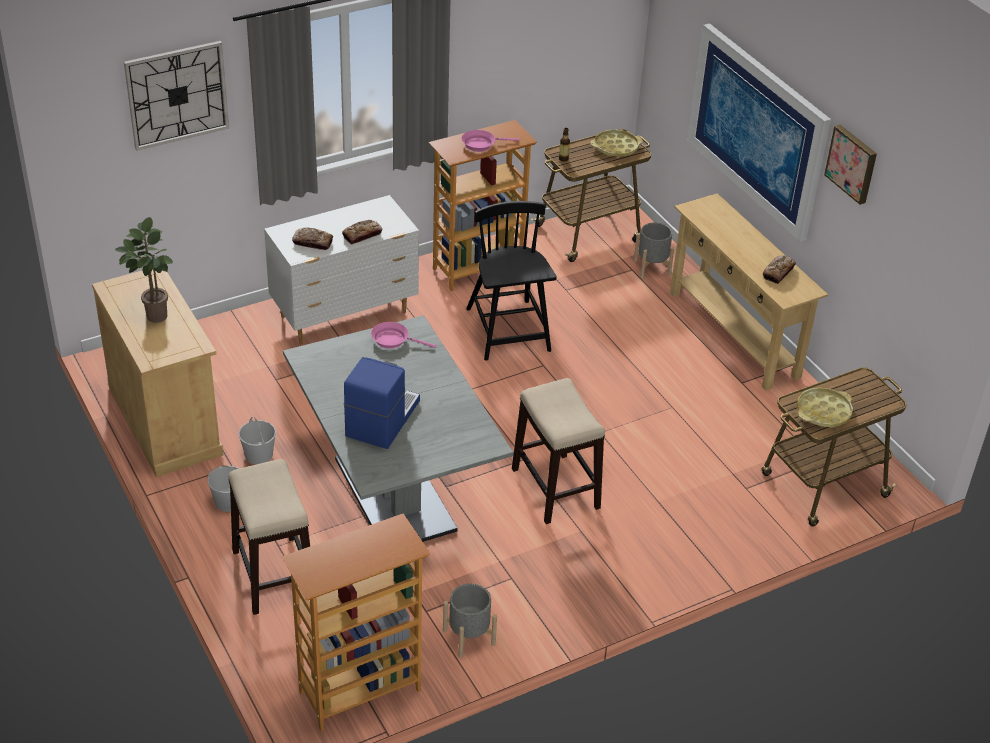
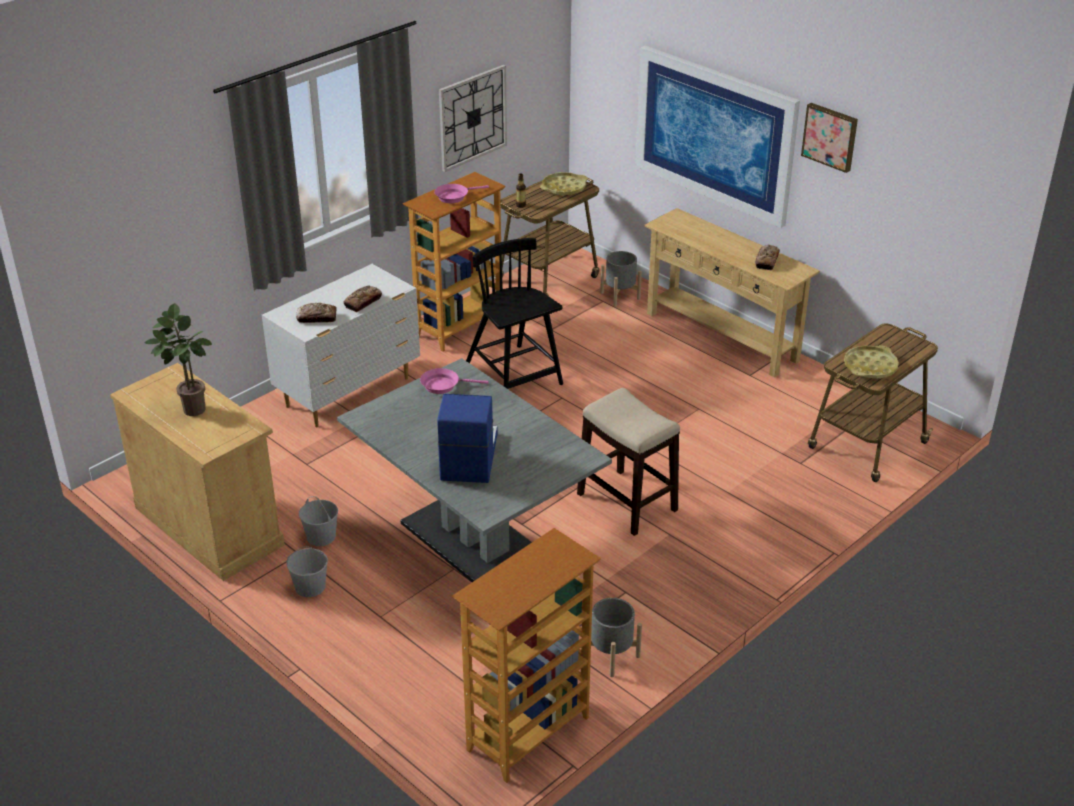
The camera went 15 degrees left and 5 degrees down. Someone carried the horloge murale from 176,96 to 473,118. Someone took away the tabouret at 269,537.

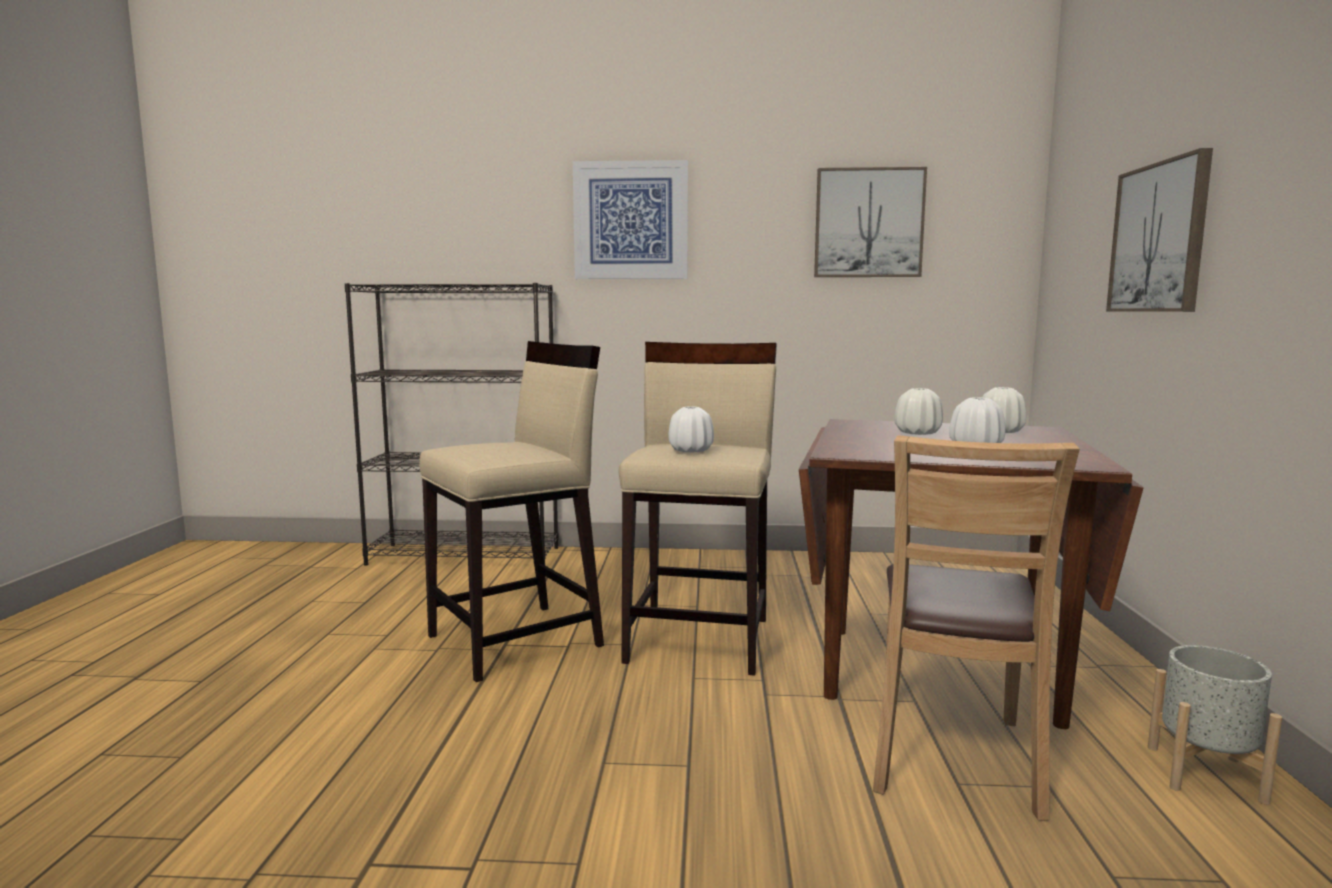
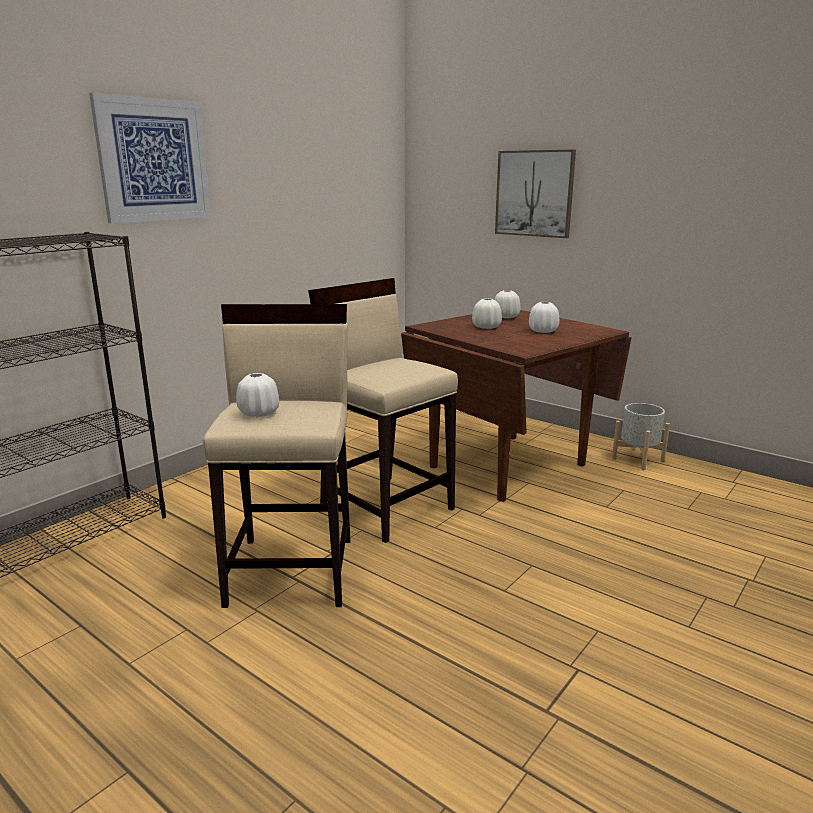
The camera went 55 degrees left and 10 degrees up. Someone took away the tableau at 870,222. Someone carried the vase [blanc] from 691,429 to 257,395. Someone took away the chaise [marron] at 976,628.

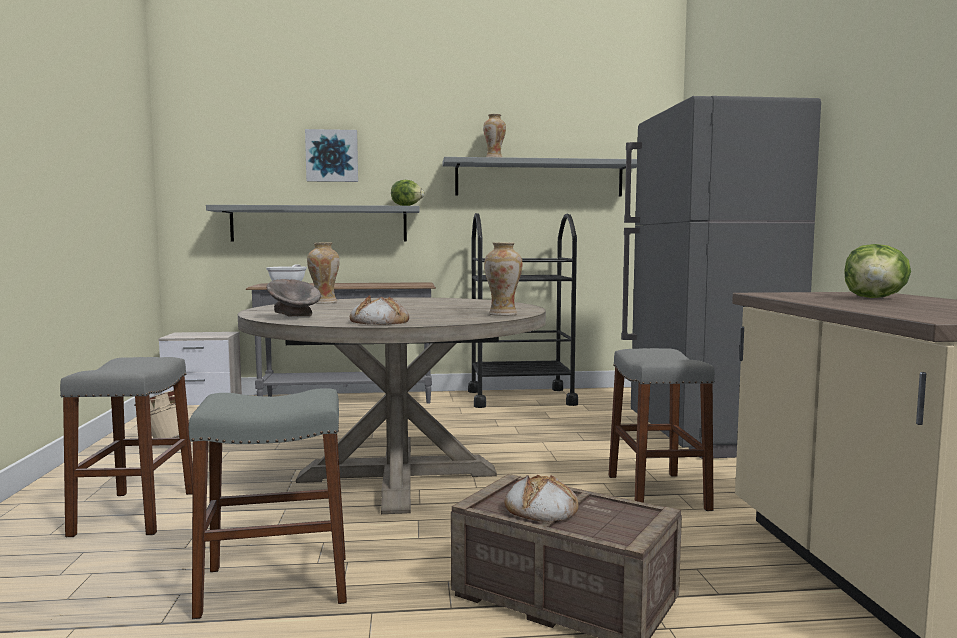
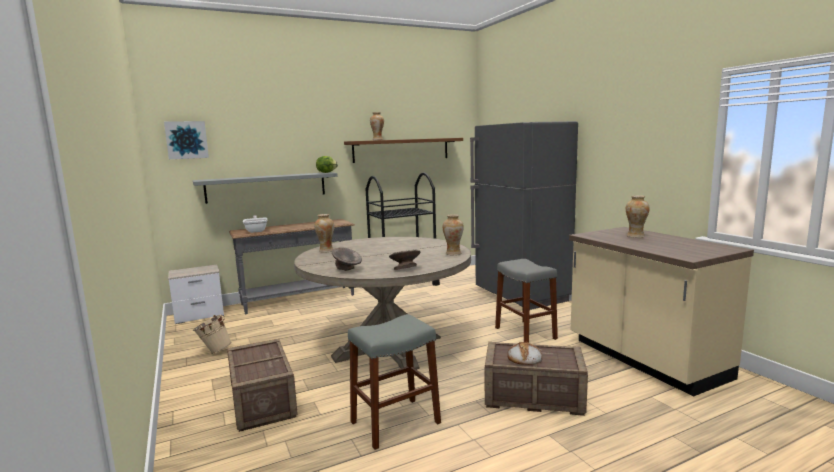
The camera went 20 degrees left and 5 degrees up. Someone carried the tableau from 331,155 to 186,140. Someone repainted the étagère [gris] at 540,177, which became the étagère [marron] at 403,150. Someone swapped the laitue at 877,271 for the vase at 638,216. Someone swapped the pain at 379,310 for the bol [gris] at 404,260. Someone swapped the tabouret [gris] at 126,447 for the caisse at 262,385.

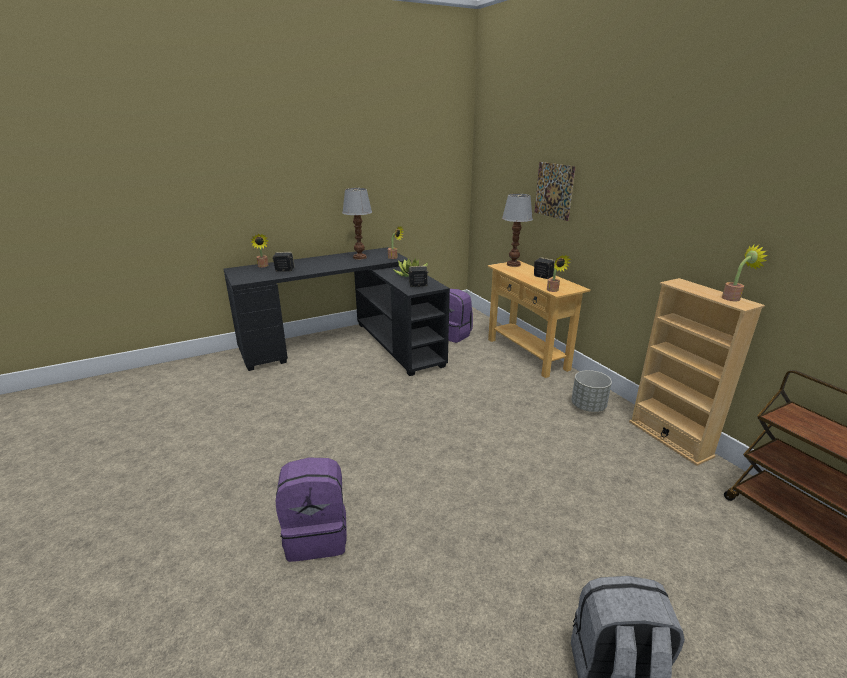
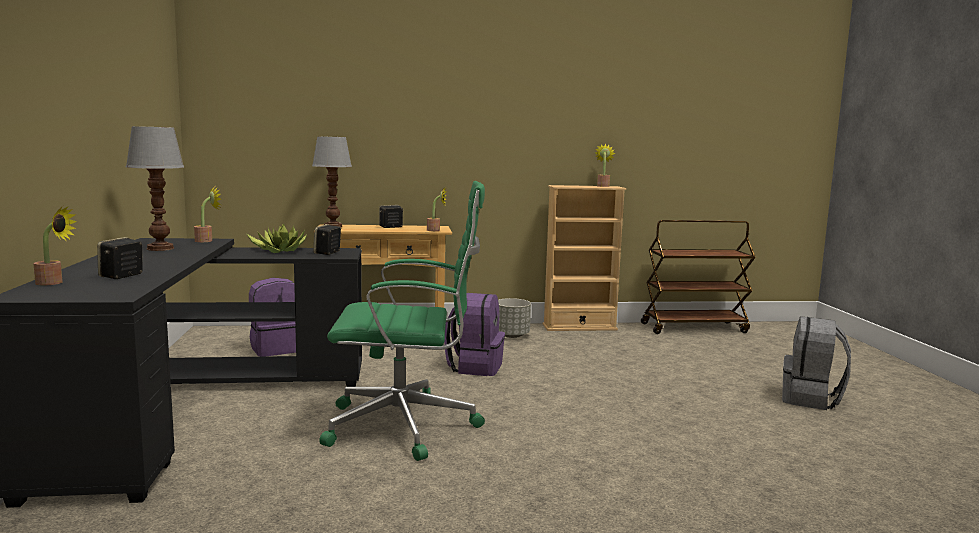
The camera went 70 degrees left and 15 degrees down. Someone took away the tableau at 555,191. Someone carried the sac à dos [violet] from 311,510 to 474,334. Someone put down the chaise de bureau [vert] at 402,321.

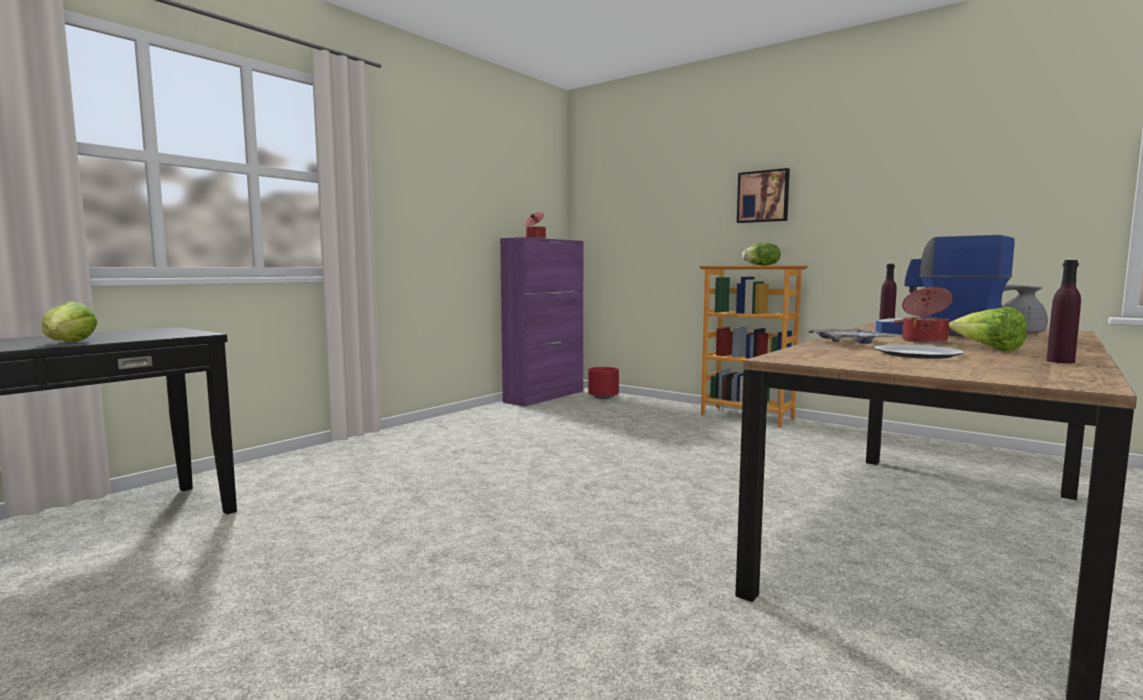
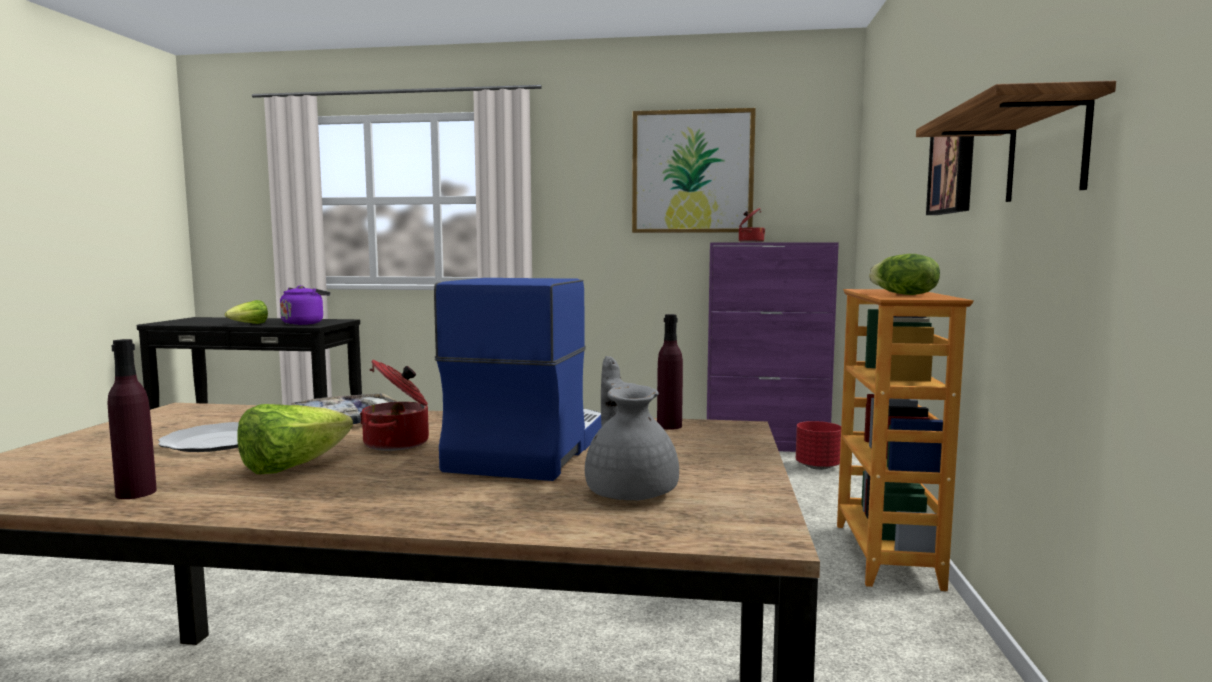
The camera went 60 degrees right and 0 degrees up. Someone put up the étagère at 1016,141. Someone put up the tableau at 694,170. Someone put down the bouilloire [violet] at 305,305.

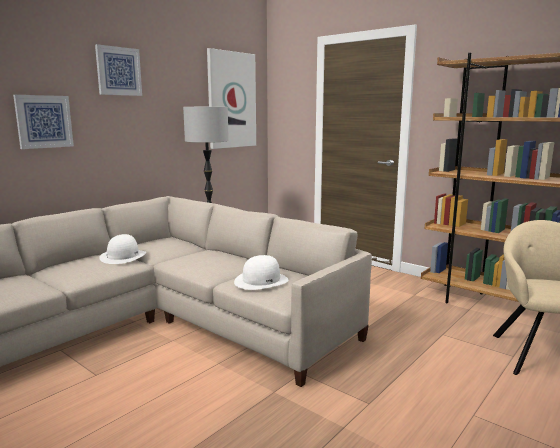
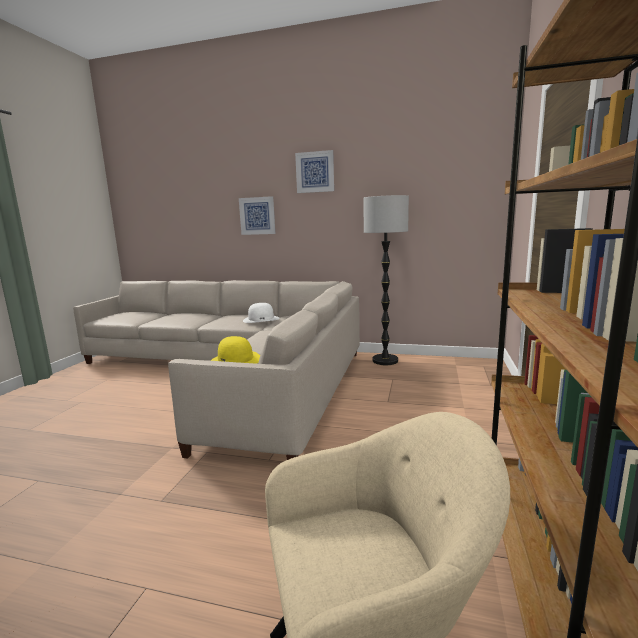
The camera went 65 degrees right and 0 degrees up. Someone took away the tableau at 231,98. Someone repainted the chapeau [blanc] at 261,272, which became the chapeau [jaune] at 235,350.

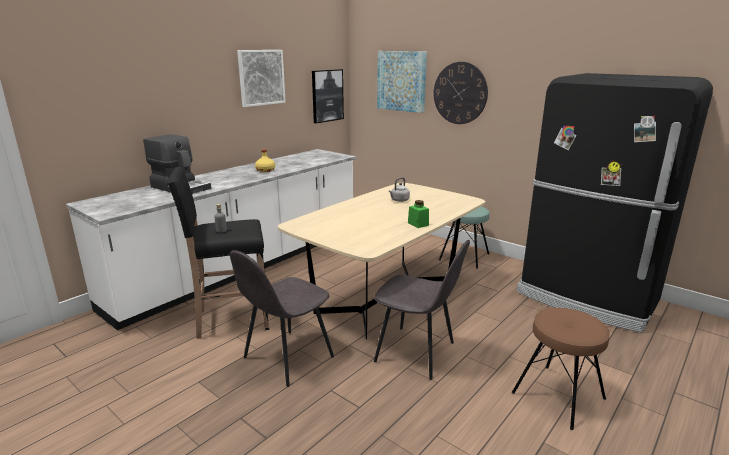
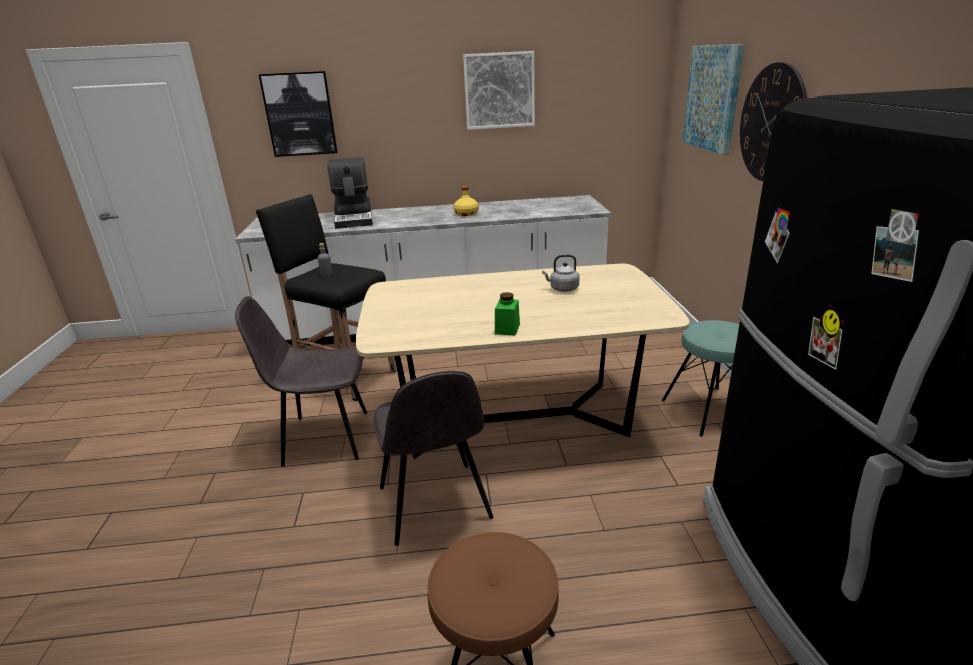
The camera went 45 degrees right and 5 degrees up. Someone carried the tableau from 328,96 to 298,114.

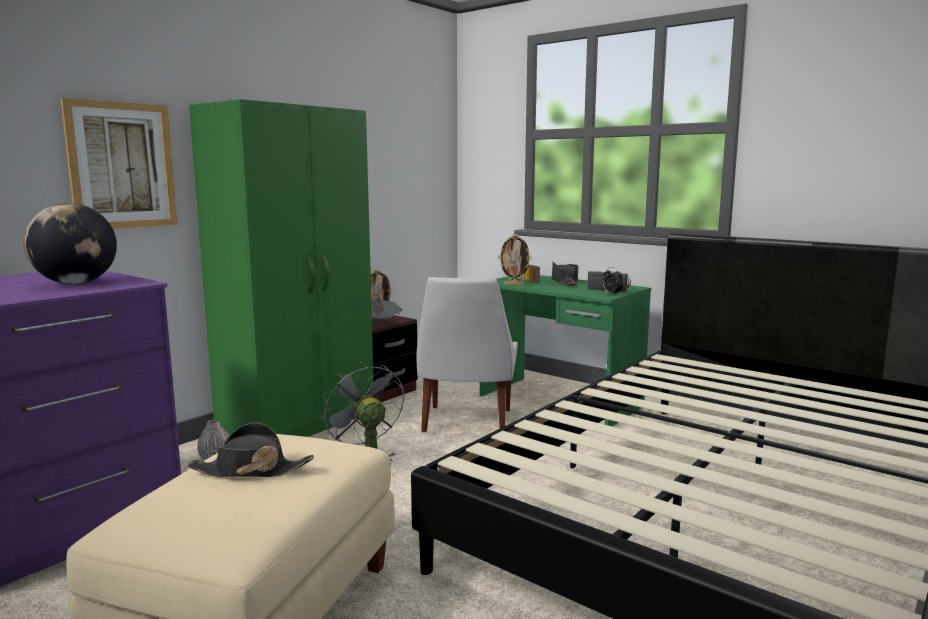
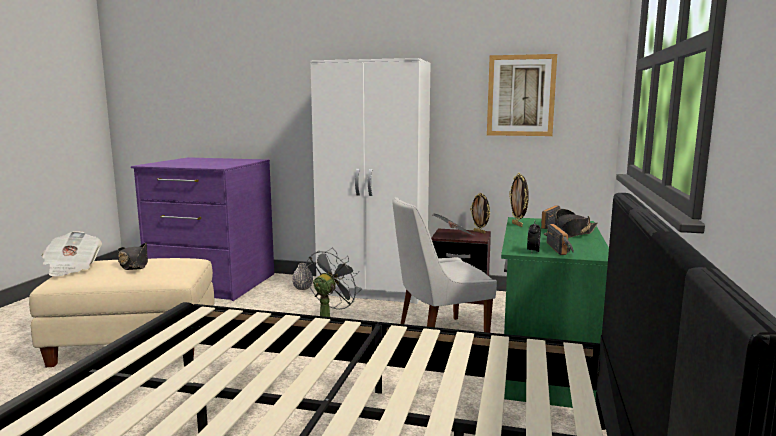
The camera went 65 degrees right and 0 degrees up. Someone carried the tableau from 118,163 to 522,95. Someone repainted the armoire [vert] at 281,268, which became the armoire [blanc] at 370,181. Someone took away the globe at 70,243. Someone put down the journal at 72,254.

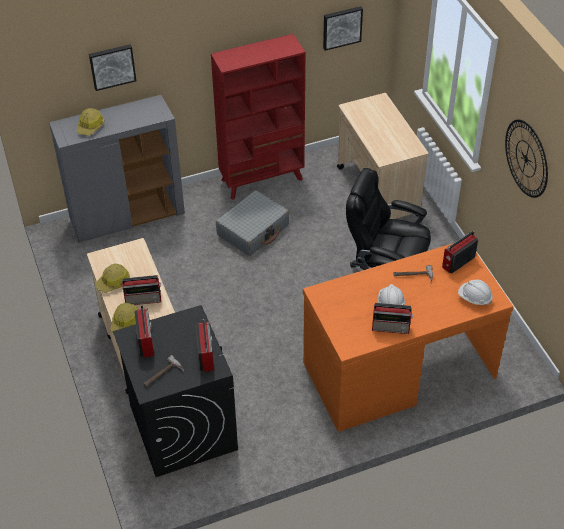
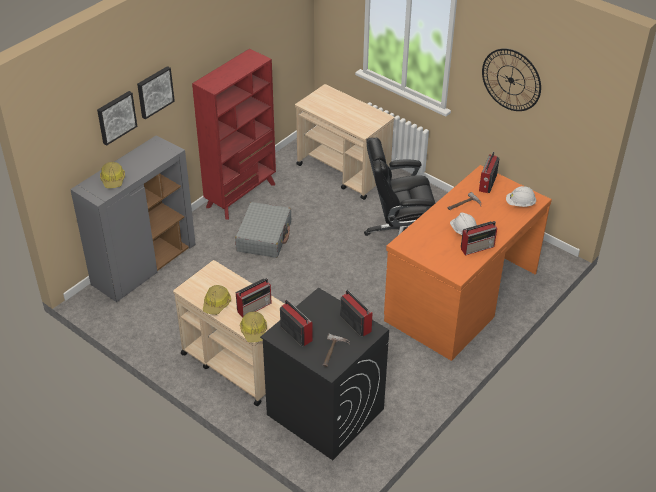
The camera went 30 degrees left and 5 degrees down. Someone carried the tableau from 343,28 to 156,92.

